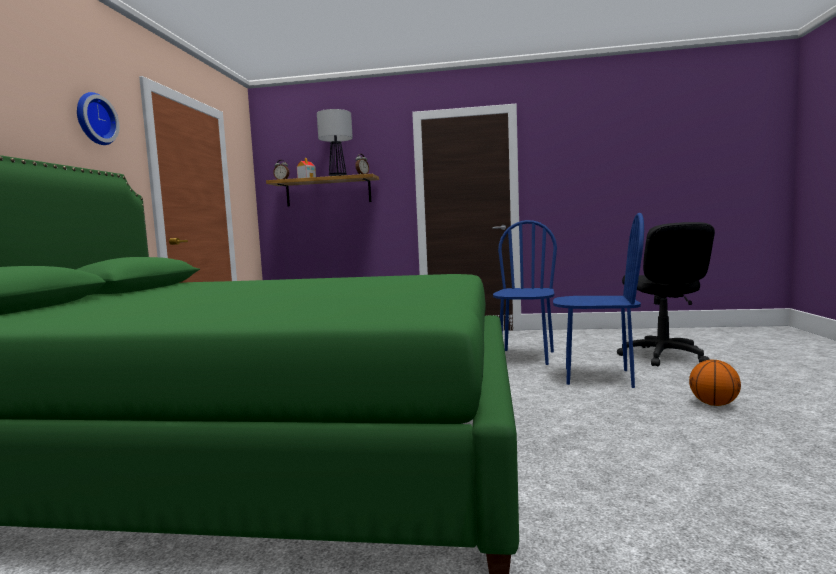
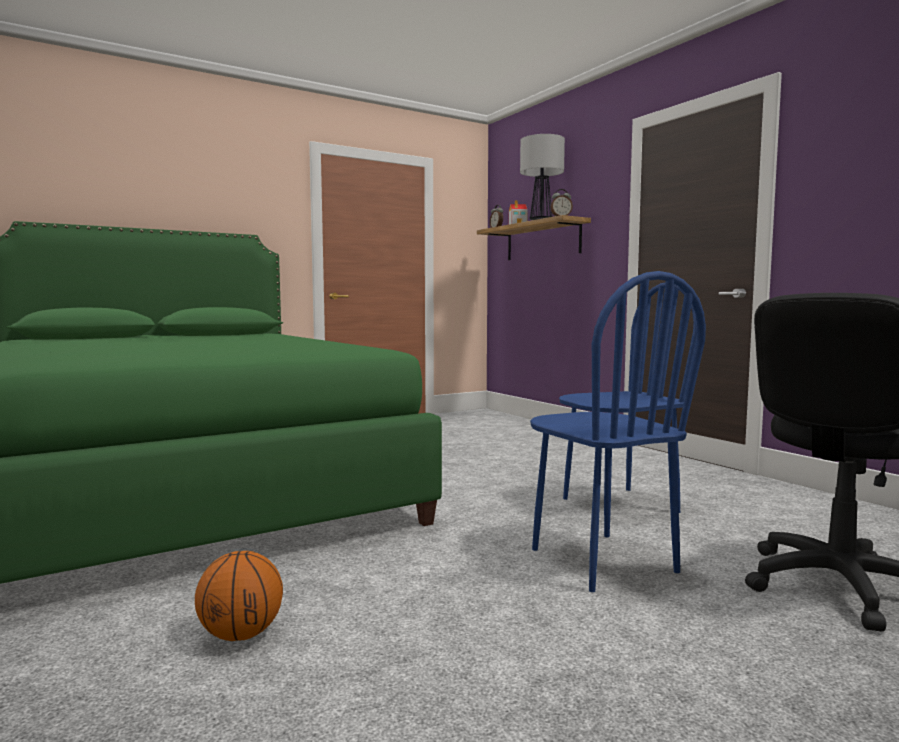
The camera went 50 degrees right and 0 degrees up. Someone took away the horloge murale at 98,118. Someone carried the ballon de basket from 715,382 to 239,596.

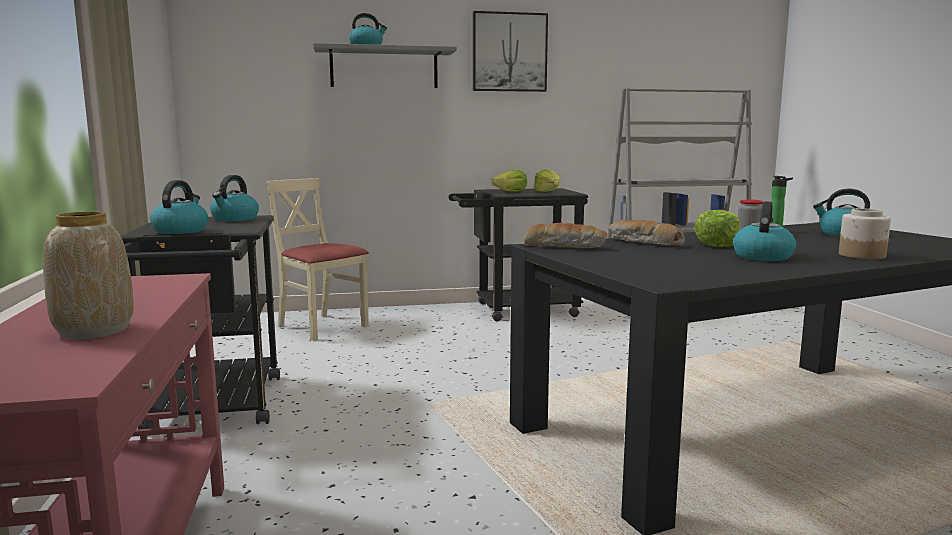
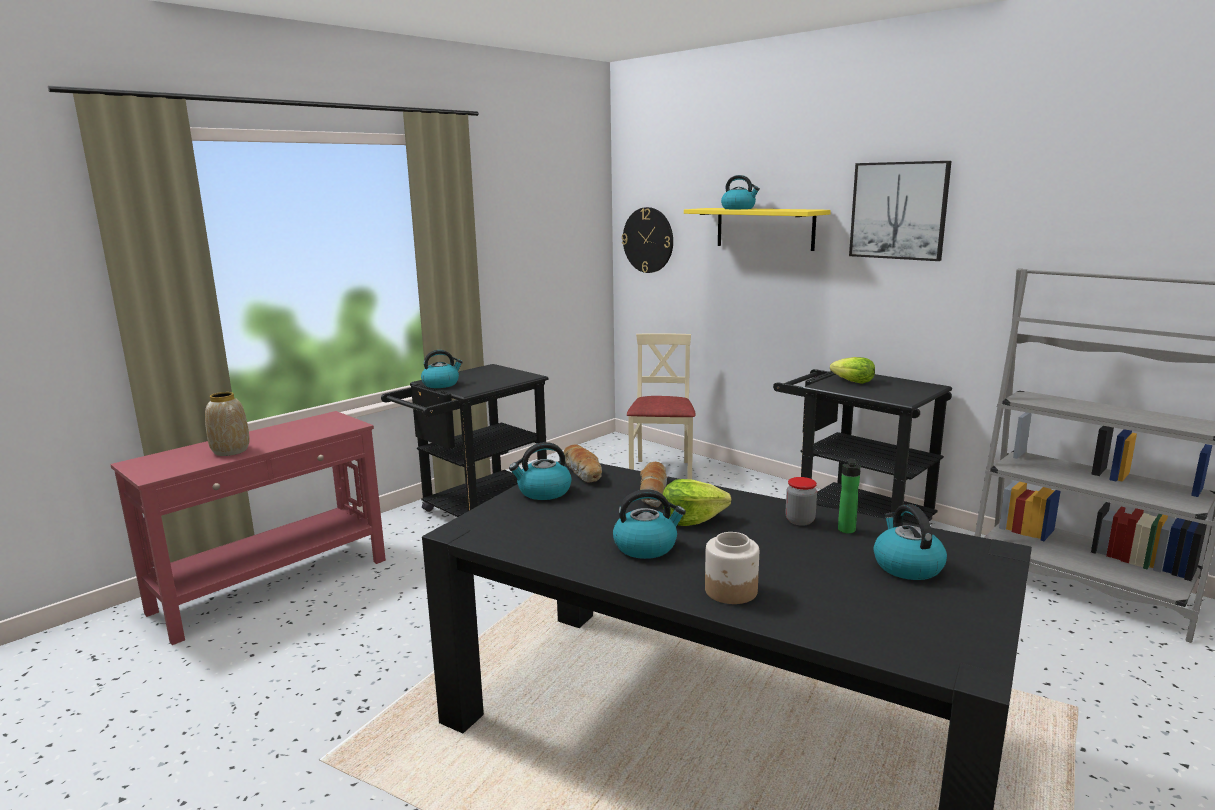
The camera went 55 degrees right and 5 degrees up. Someone repainted the étagère [gris] at 385,65, which became the étagère [jaune] at 757,229. Someone took away the laitue at 547,181. Someone carried the bouilloire from 234,198 to 540,471. Someone put up the horloge murale at 647,240.

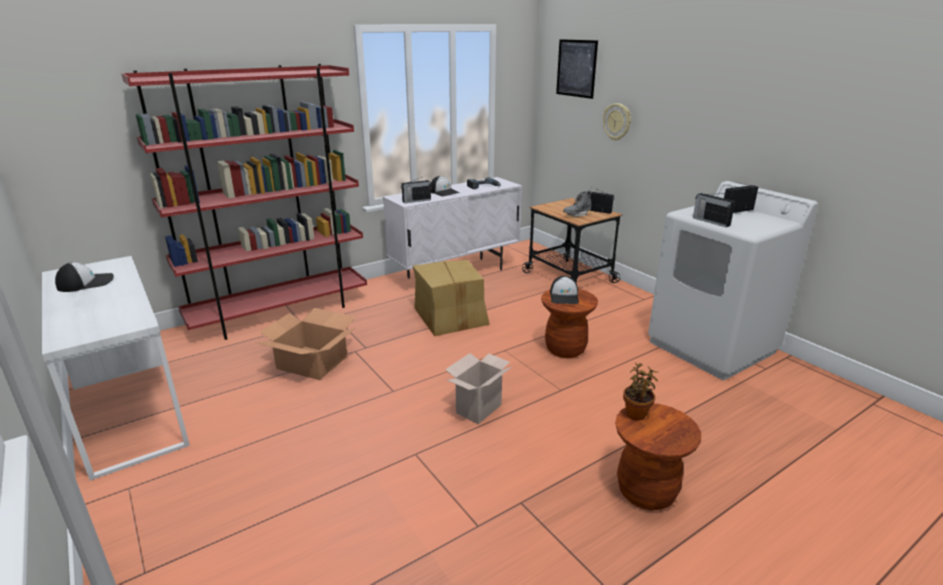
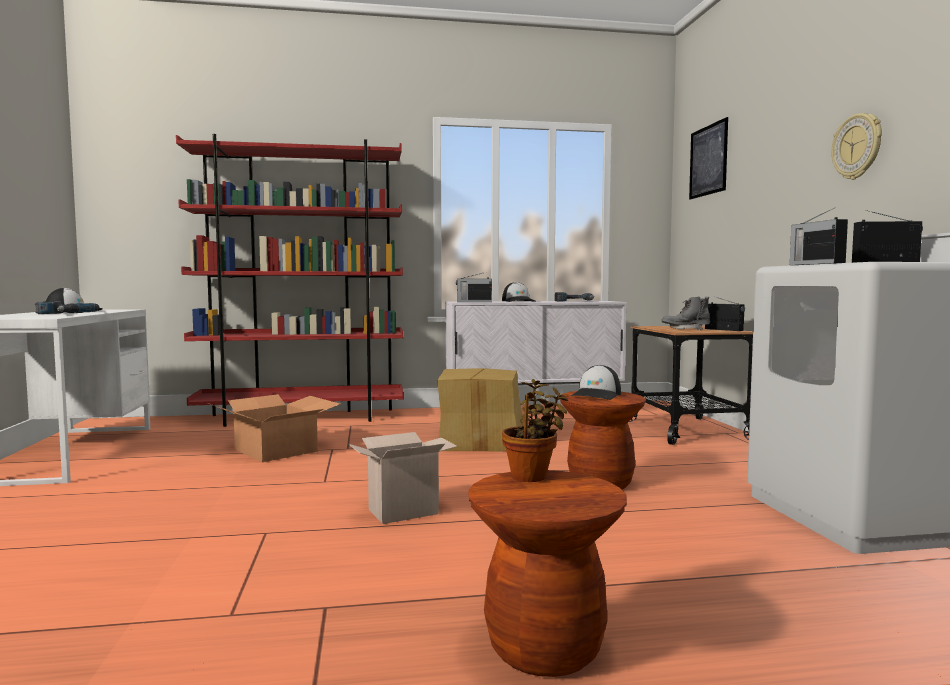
The camera went 25 degrees right and 20 degrees down. Someone carried the horloge murale from 617,122 to 857,146. Someone put down the perceuse at 67,307.

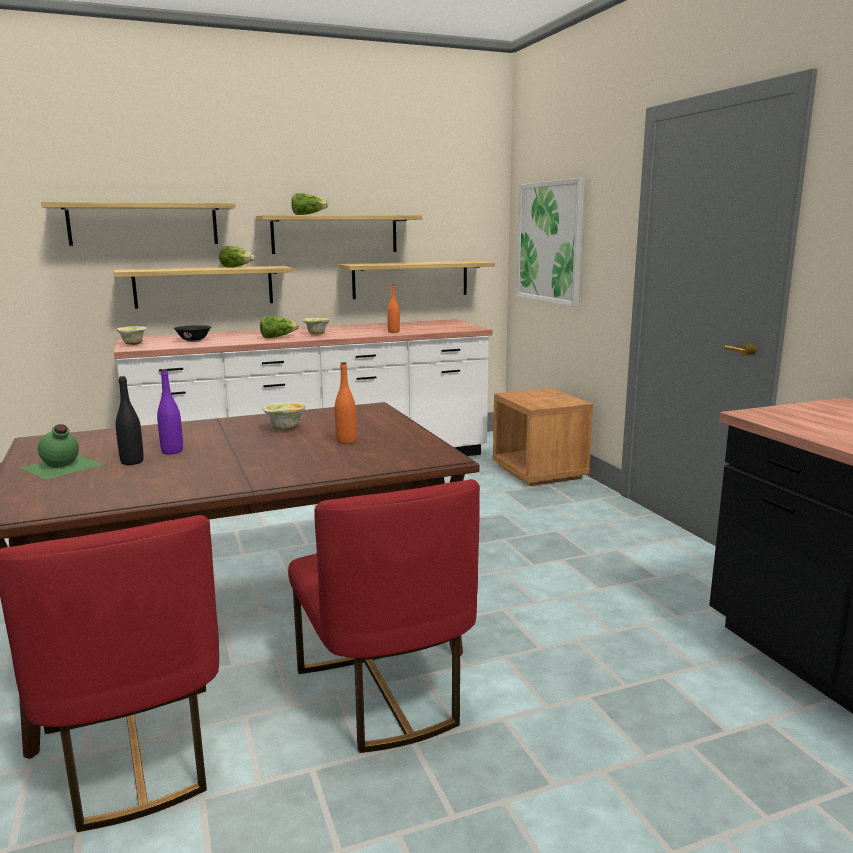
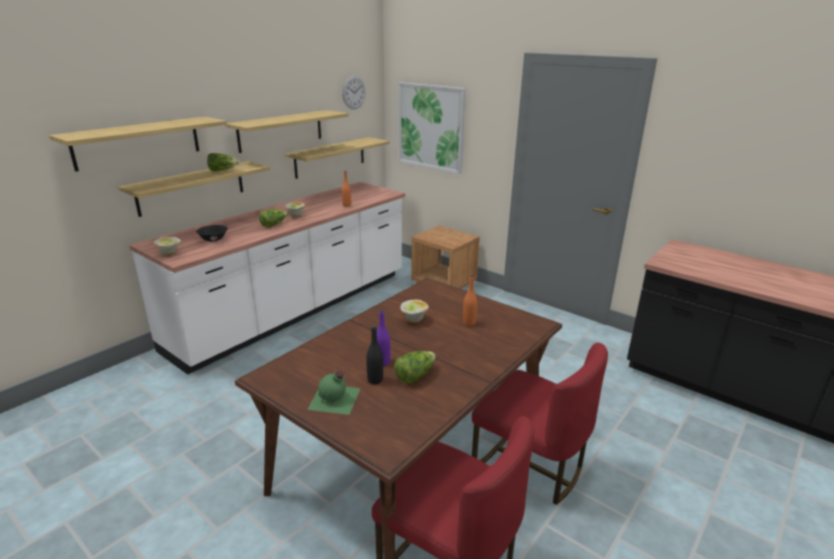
The camera went 30 degrees left and 10 degrees up. Someone carried the laitue from 310,204 to 415,367. Someone put up the horloge murale at 354,92.

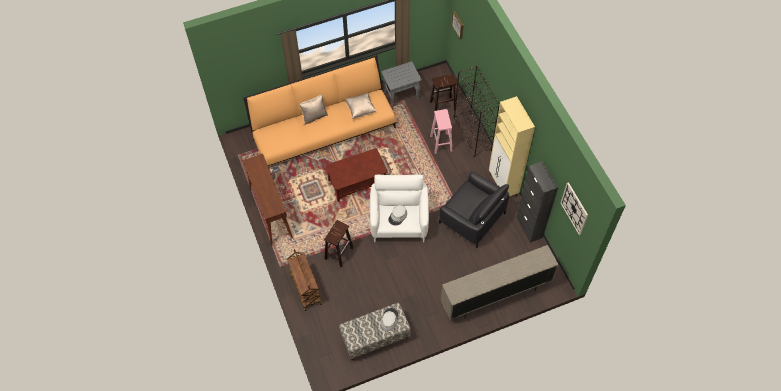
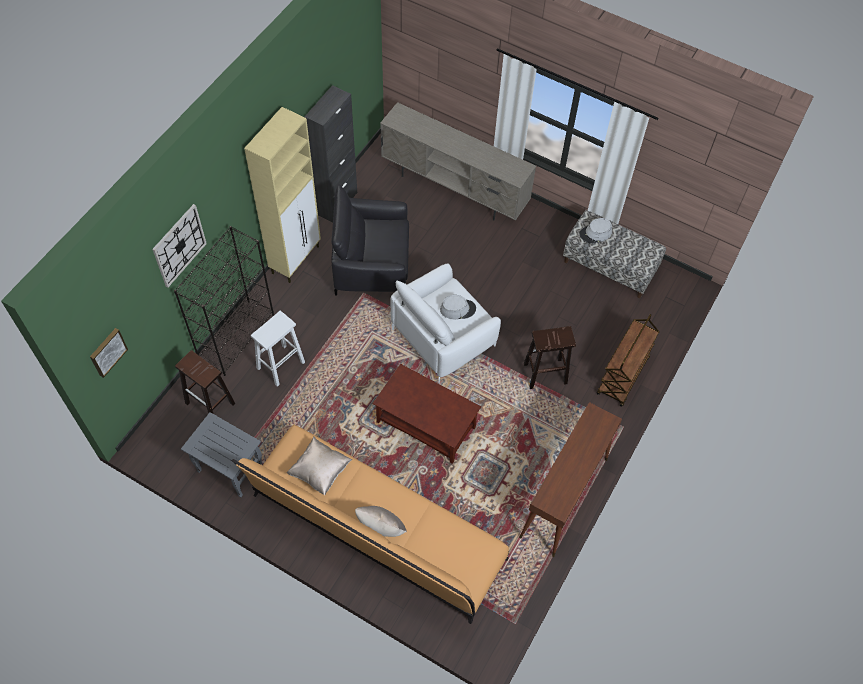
The camera went 130 degrees left and 0 degrees up. Someone repainted the tabouret [rose] at 441,131, which became the tabouret [blanc] at 278,349. Someone rotated the fauteuil [noir] at 474,210 by 90 degrees counterclockwise. Someone carried the horloge murale from 574,208 to 179,246.

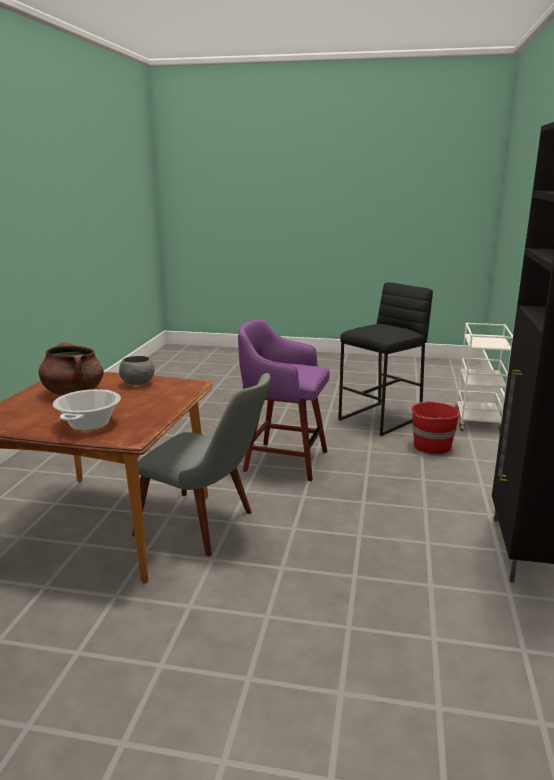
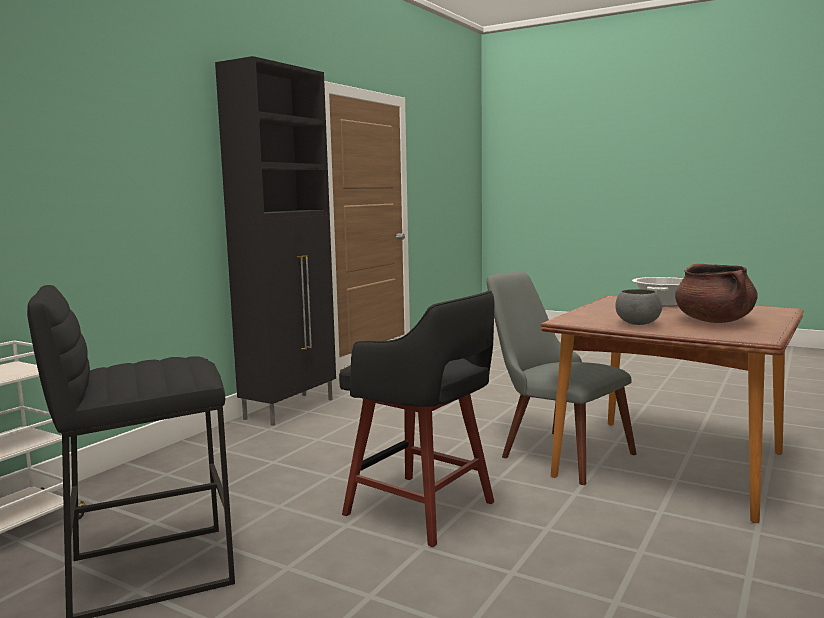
The camera went 160 degrees left and 10 degrees down. Someone repainted the tabouret [violet] at 284,400, which became the tabouret [noir] at 416,419. Someone took away the seau [rouge] at 434,427.

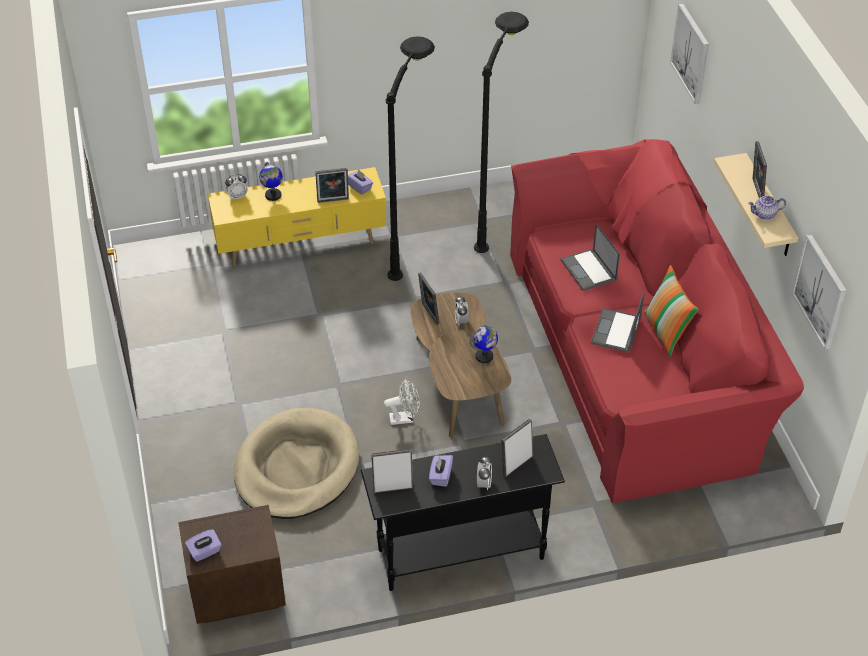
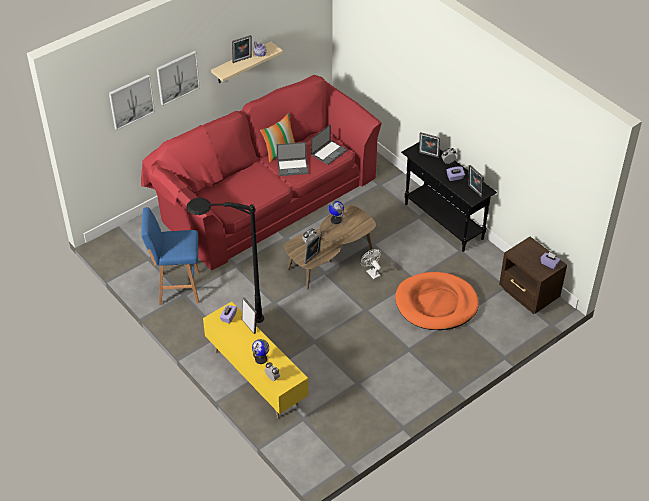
The camera went 115 degrees left and 0 degrees up. Someone swapped the lampadaire [noir] at 501,132 for the tabouret [bleu] at 170,256. Someone carried the ordinateur portable from 590,257 to 329,144. Someone carried the tableau from 819,292 to 178,78. Someone repainted the panier pour chien [beige] at 296,463, which became the panier pour chien [orange] at 437,301.

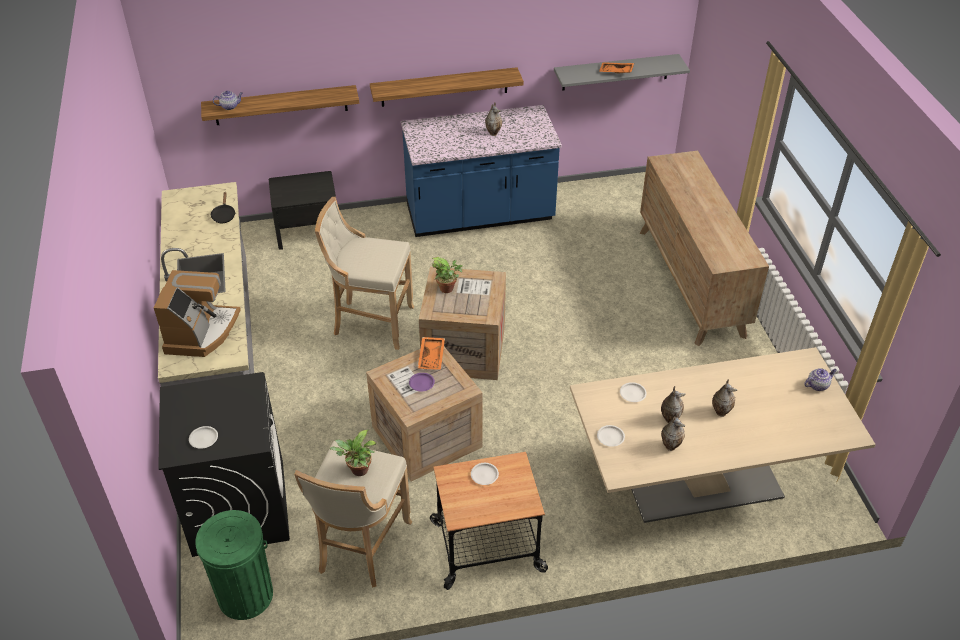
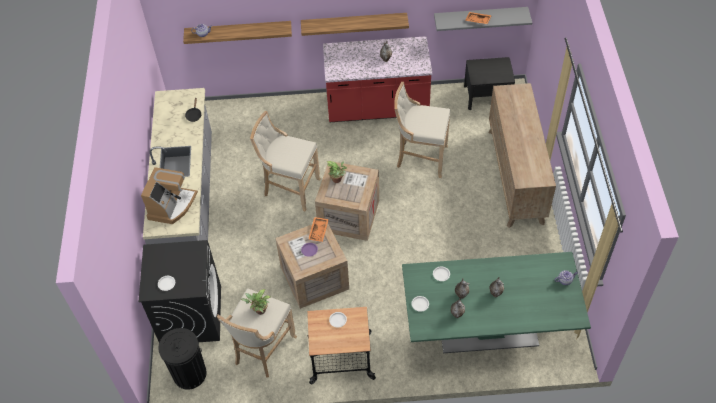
The camera went 10 degrees right and 10 degrees up. Someone repainted the comptoir de cuisine [bleu] at 481,171, which became the comptoir de cuisine [rouge] at 377,79. Someone carried the table de chevet [noir] from 302,210 to 489,83. Someone repainted the table à manger [beige] at 723,435, which became the table à manger [vert] at 496,302. Someone repainted the poubelle [vert] at 234,565, which became the poubelle [noir] at 182,359. Someone put down the tabouret [beige] at 422,130.

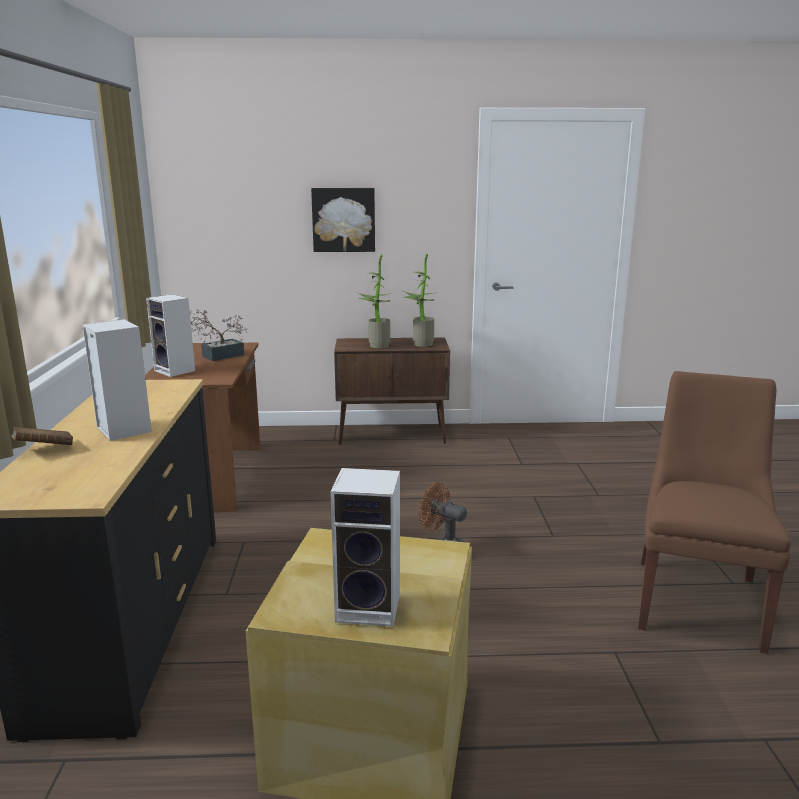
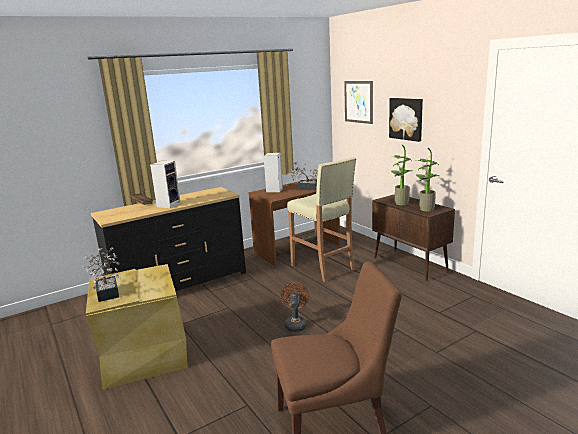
The camera went 60 degrees right and 0 degrees up. Someone swapped the enceinte at 365,547 for the plante en pot at 101,274. Someone put up the tableau at 358,102. Someone put down the tabouret [beige] at 321,219.

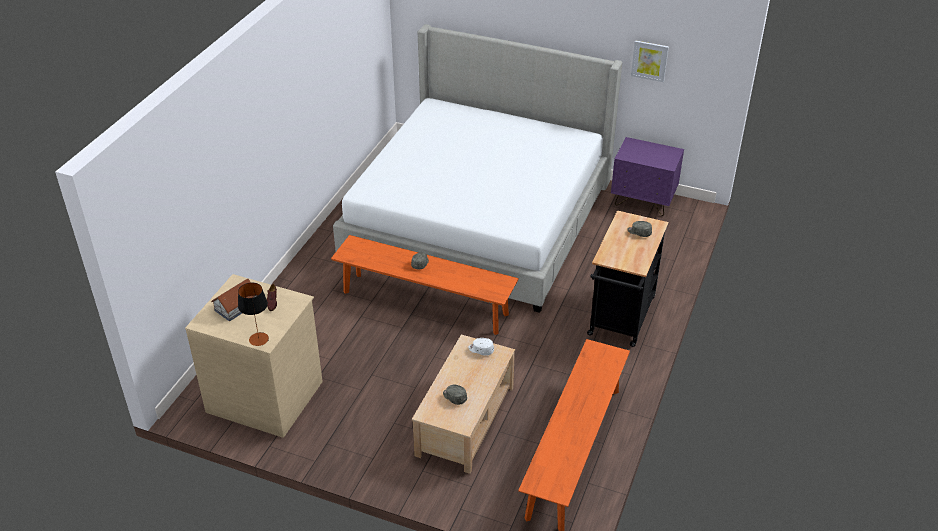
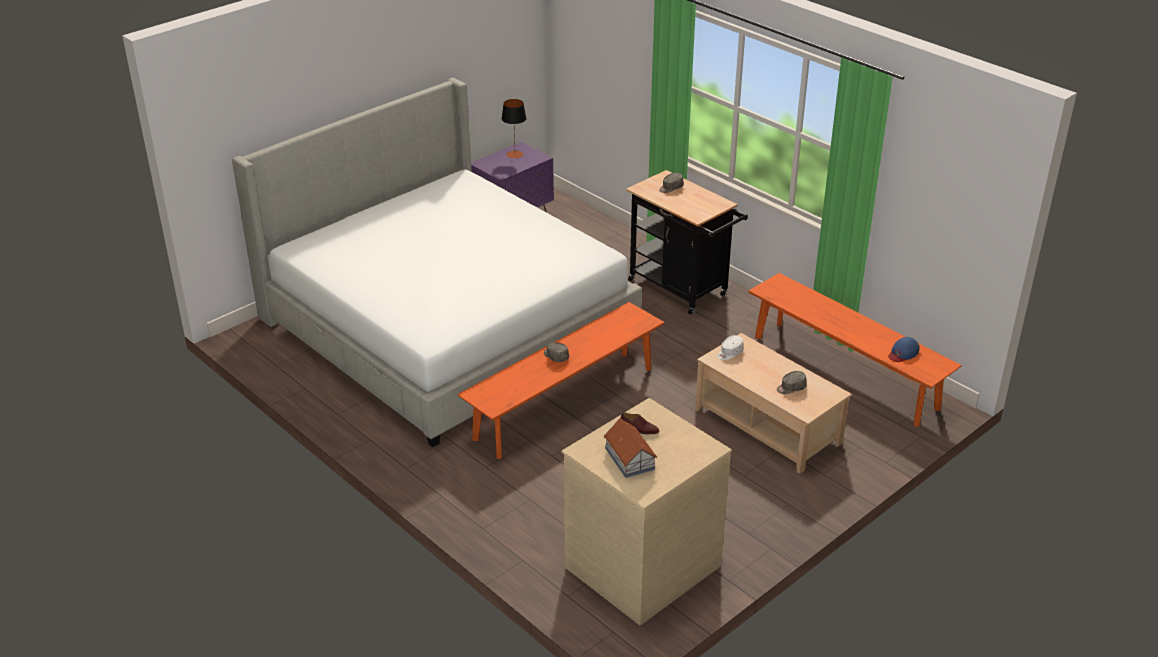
The camera went 65 degrees left and 5 degrees down. Someone took away the tableau at 650,61. Someone carried the lampe de table from 253,314 to 513,128. Someone put down the casquette [bleu] at 904,349.

